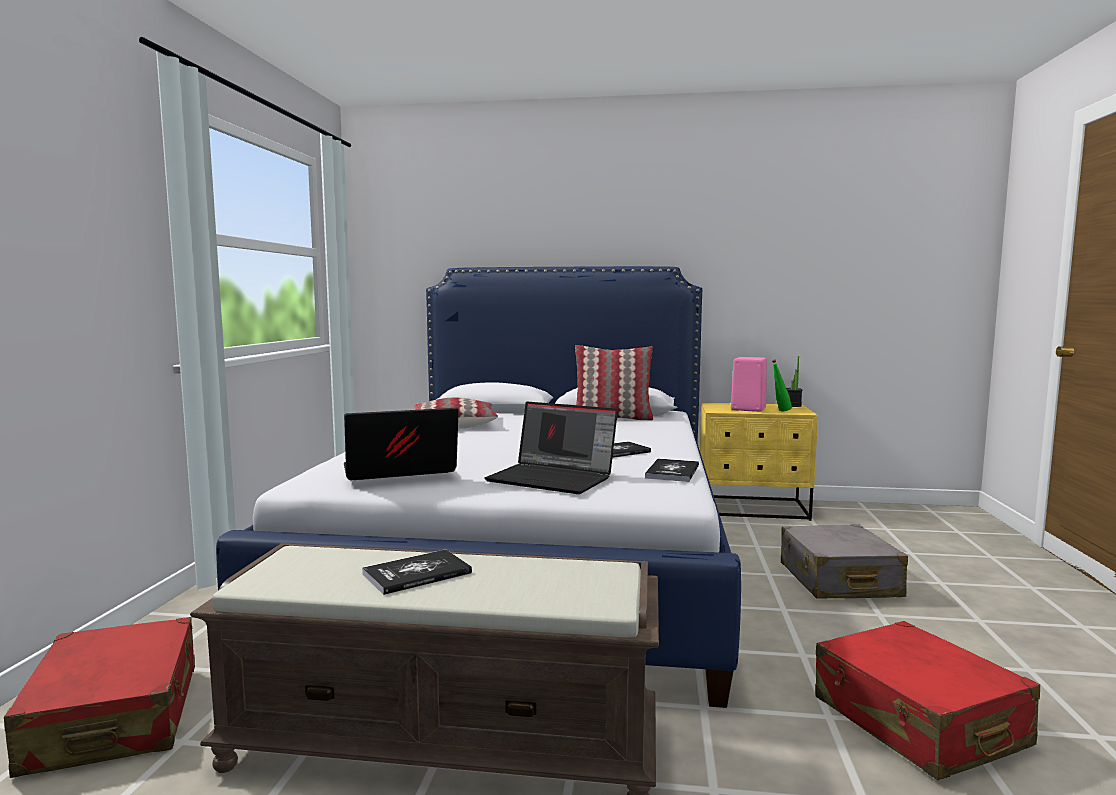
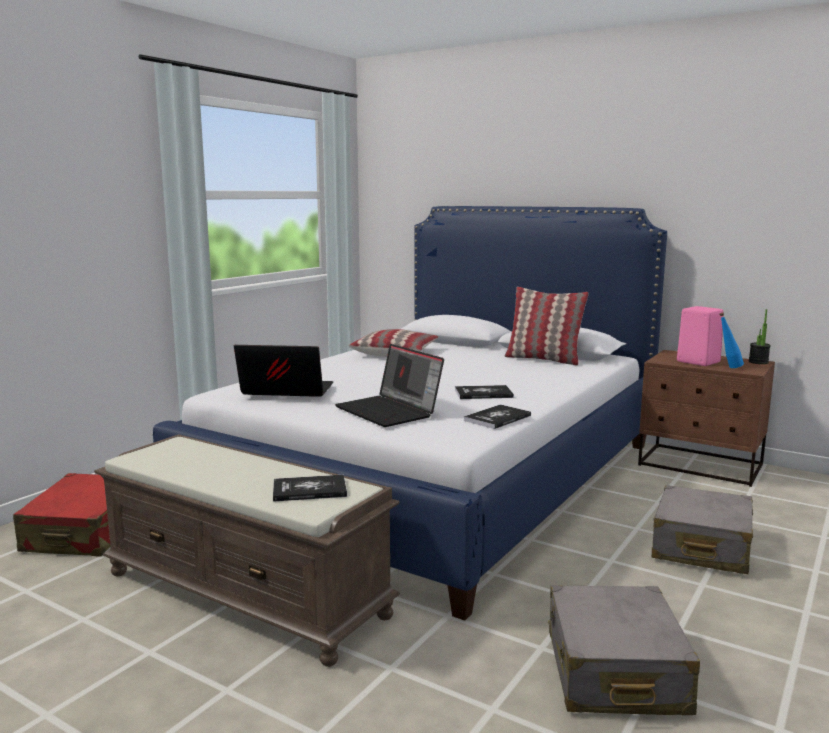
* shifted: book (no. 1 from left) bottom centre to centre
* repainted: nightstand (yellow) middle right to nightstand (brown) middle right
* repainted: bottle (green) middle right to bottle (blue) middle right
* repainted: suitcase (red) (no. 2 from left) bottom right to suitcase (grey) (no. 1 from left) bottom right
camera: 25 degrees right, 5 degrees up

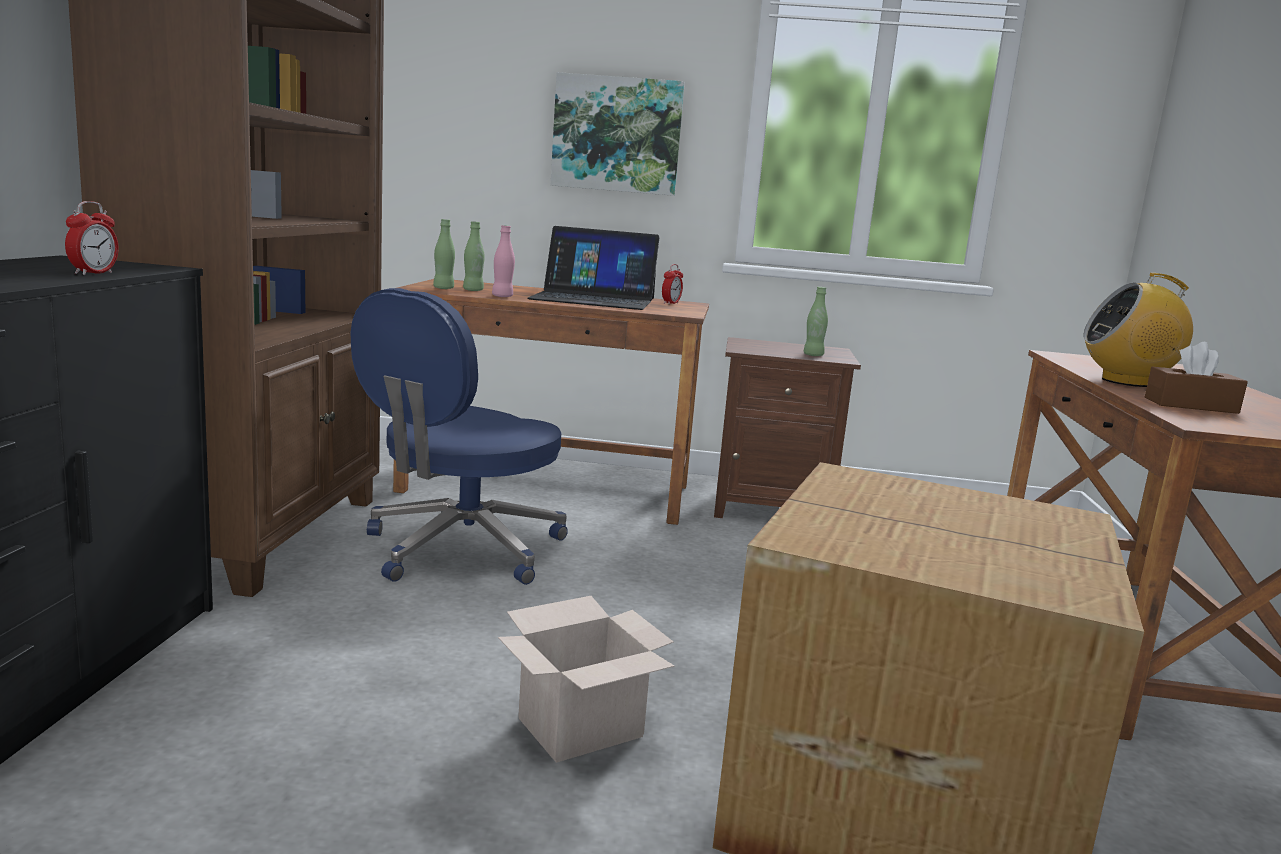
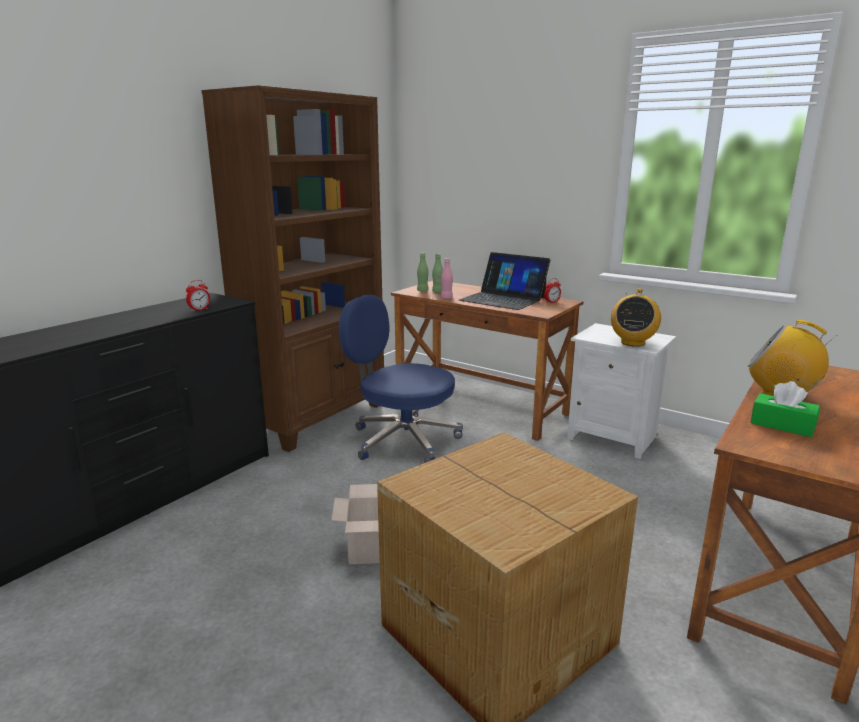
* rotated: office chair (blue) centre = centre 60 degrees clockwise
* gone: picture top centre
* repainted: nightstand (brown) centre to nightstand (white) middle right
* swapped: bottle (green) (no. 3 from left) centre to radio (no. 1 from left) middle right
* repainted: tissue box (brown) middle right to tissue box (green) middle right
camera: 30 degrees right, 5 degrees up

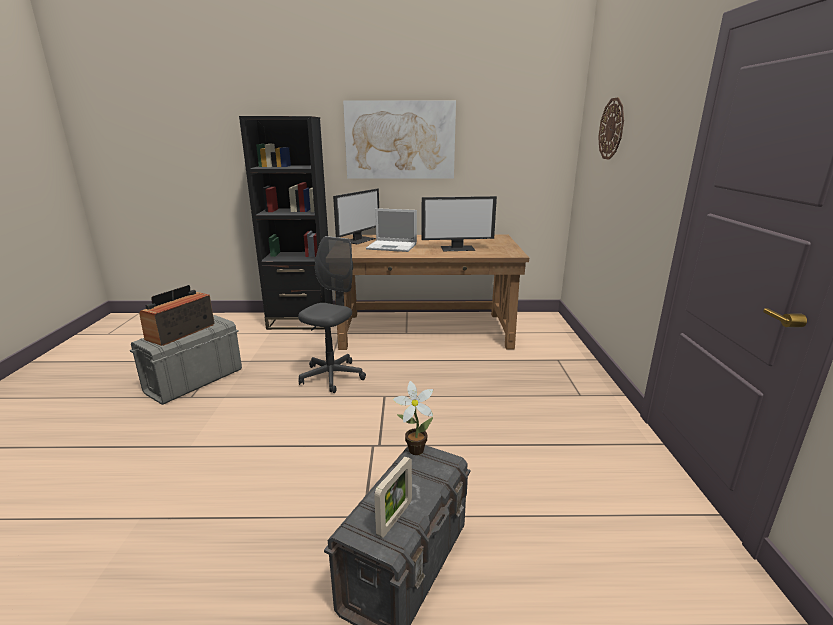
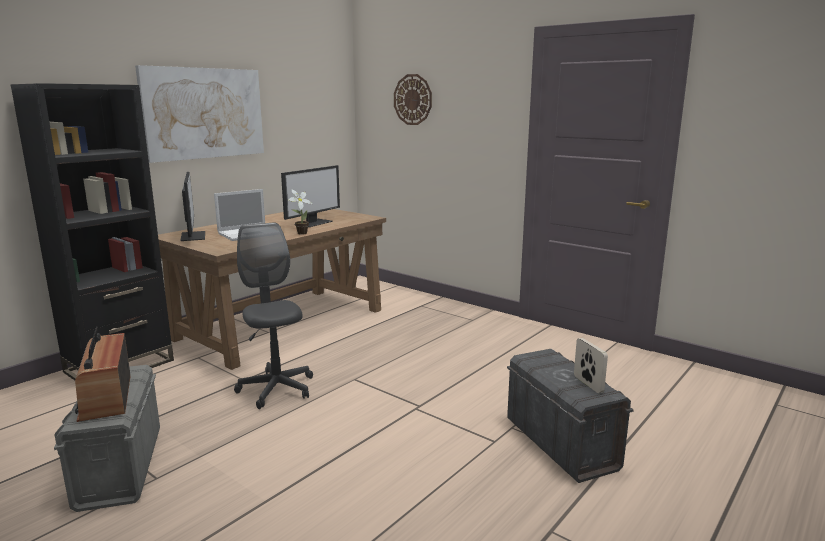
* shifted: potted plant bottom centre to centre
camera: 50 degrees left, 5 degrees down

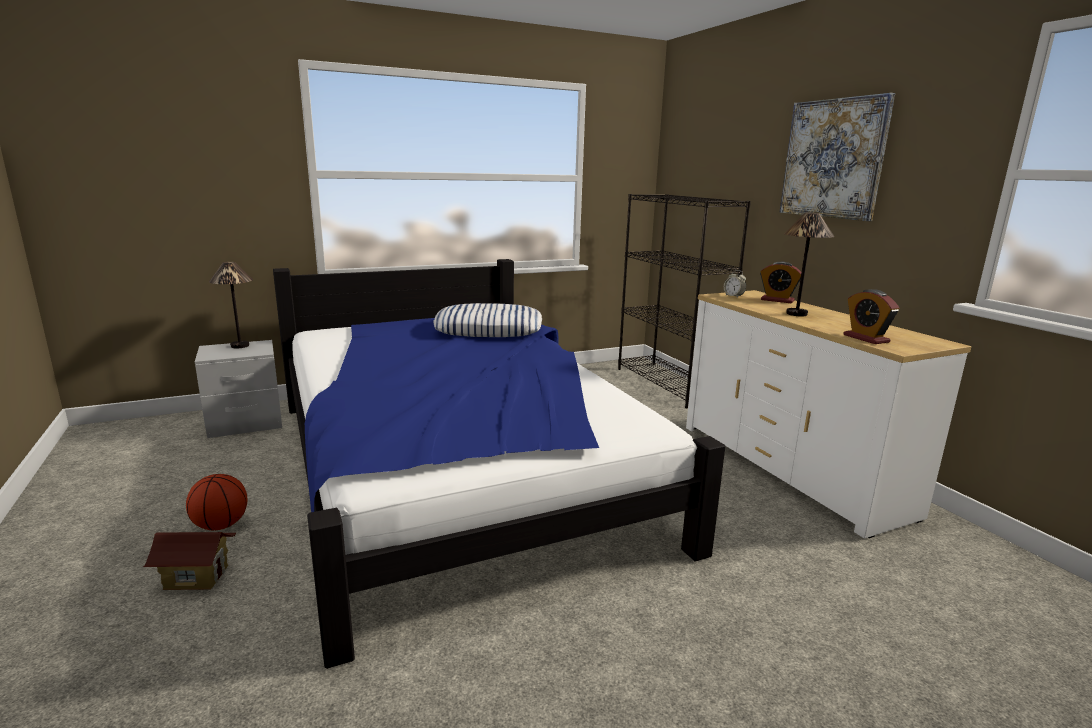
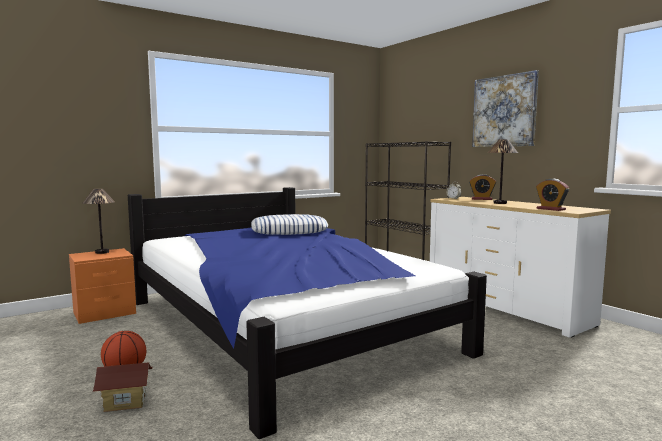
* repainted: nightstand (grey) middle left to nightstand (orange) middle left
camera: 10 degrees left, 10 degrees down

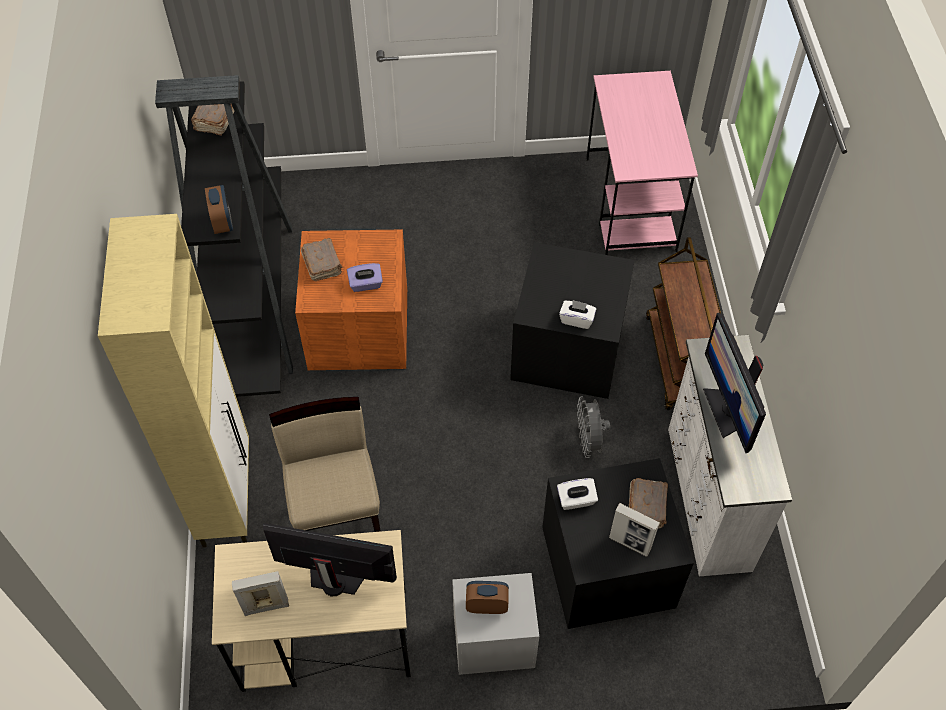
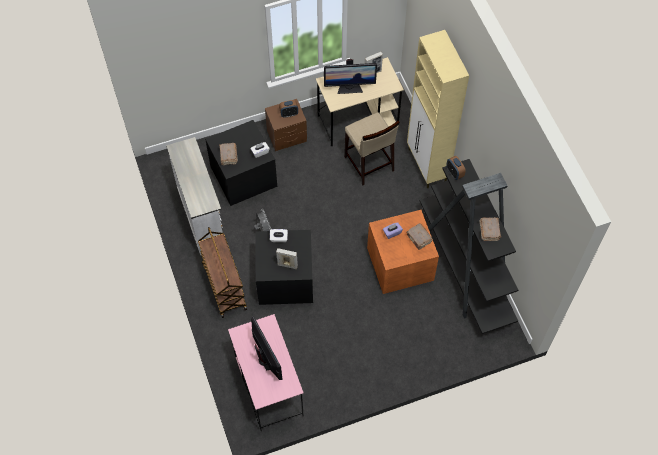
* repainted: nightstand (grey) bottom centre to nightstand (brown) top centre
* shifted: picture frame (no. 2 from left in the first image) bottom right to picture frame (no. 1 from left) centre
* shifted: monitor (no. 2 from left in the first image) middle right to monitor (no. 1 from left) bottom centre
camera: 165 degrees right, 5 degrees up

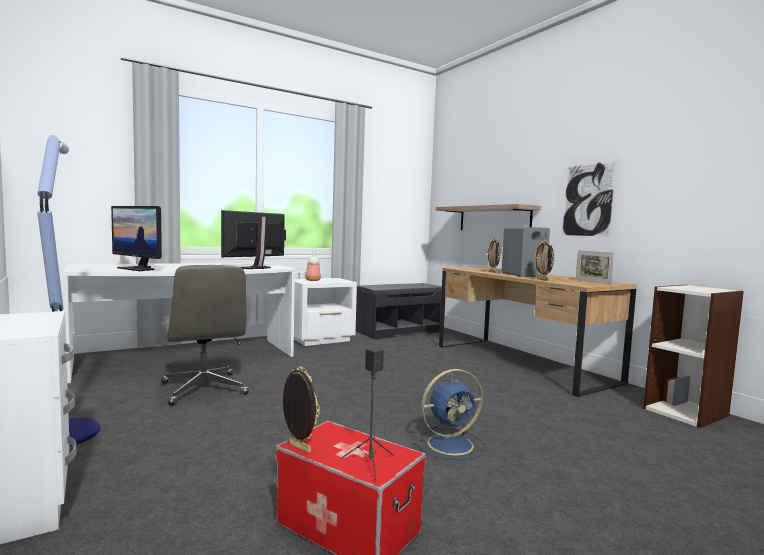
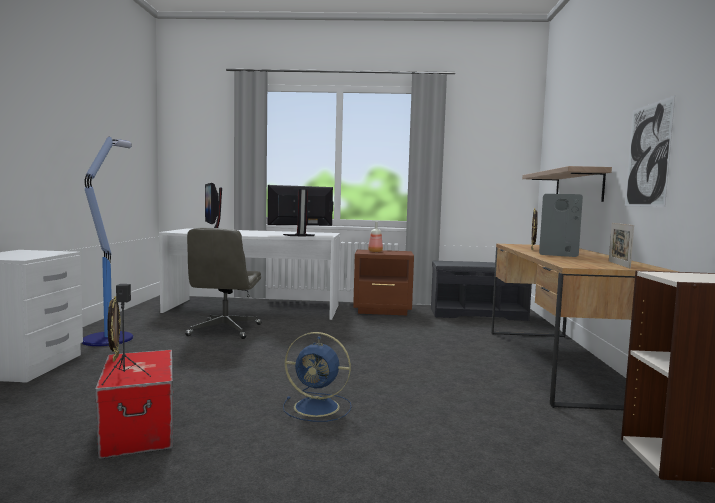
* repainted: nightstand (white) (no. 2 from left) centre to nightstand (brown) centre
* gone: picture frame (no. 3 from left) middle right
camera: 35 degrees right, 0 degrees up

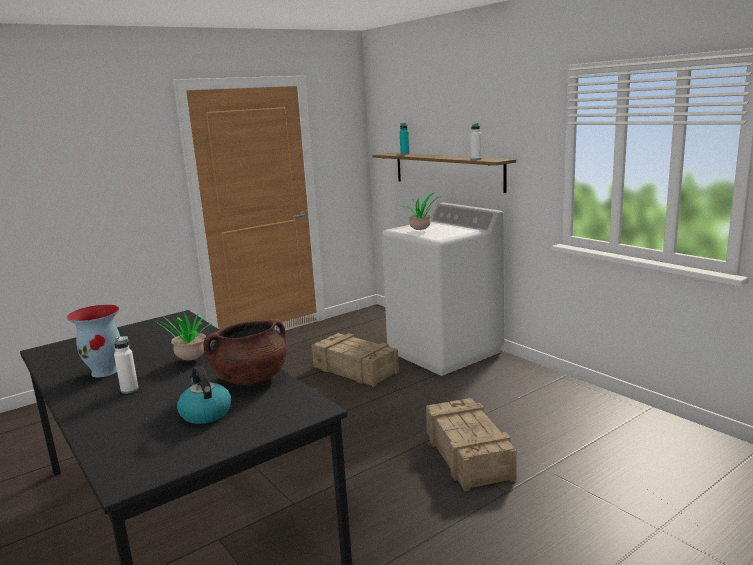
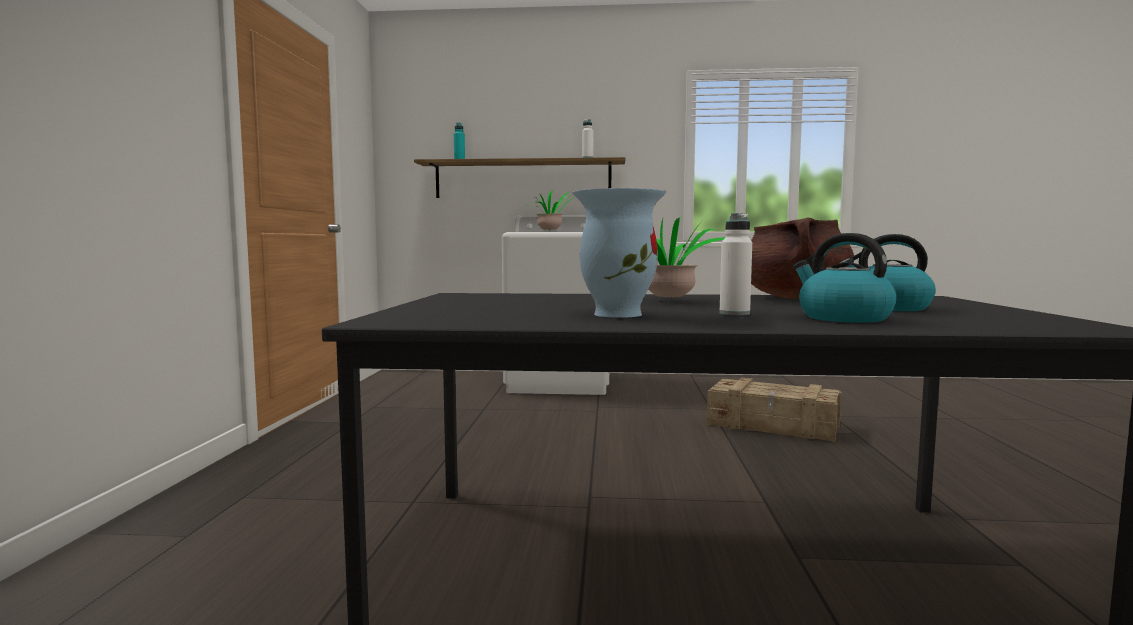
* gone: crate (no. 1 from left) centre
* new: kettle (no. 1 from left) middle right
camera: 50 degrees left, 10 degrees down

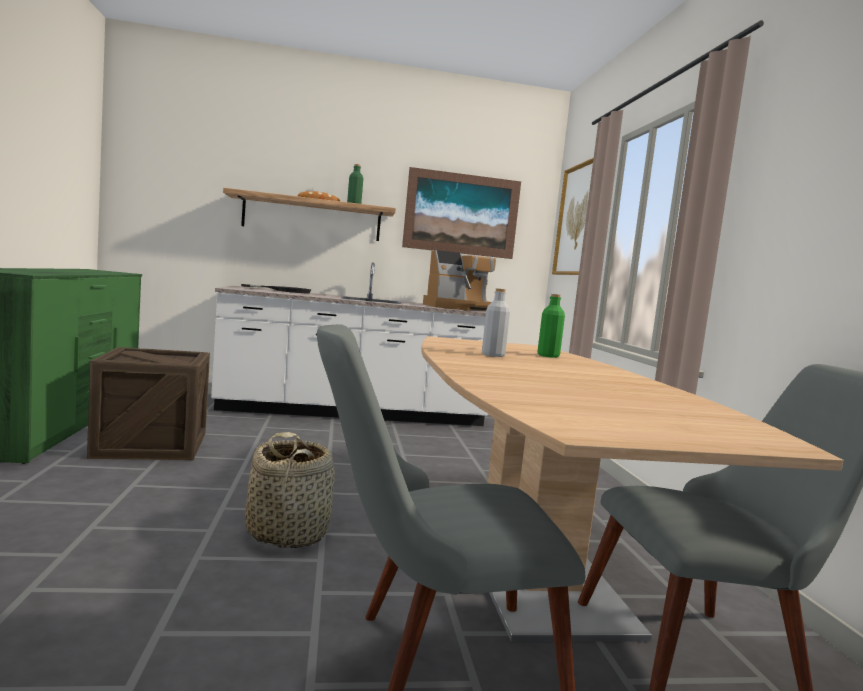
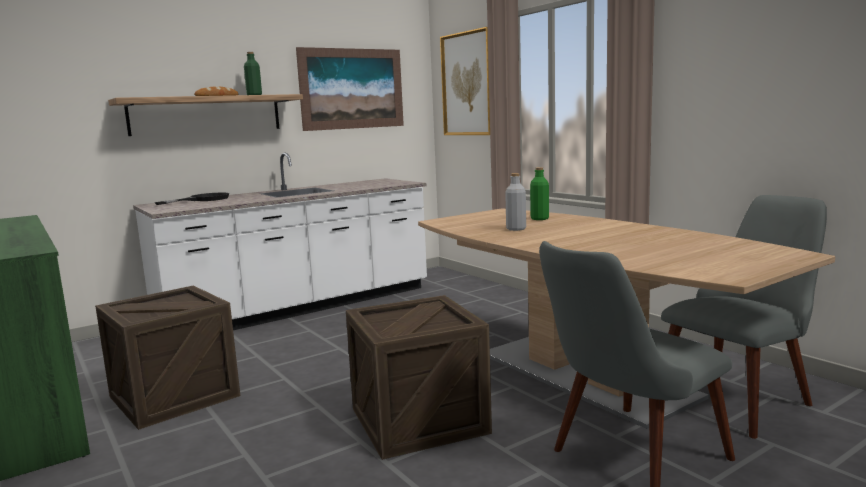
* swapped: basket bottom centre to crate (no. 2 from left) bottom centre
* gone: coffee machine centre
camera: 25 degrees left, 5 degrees up

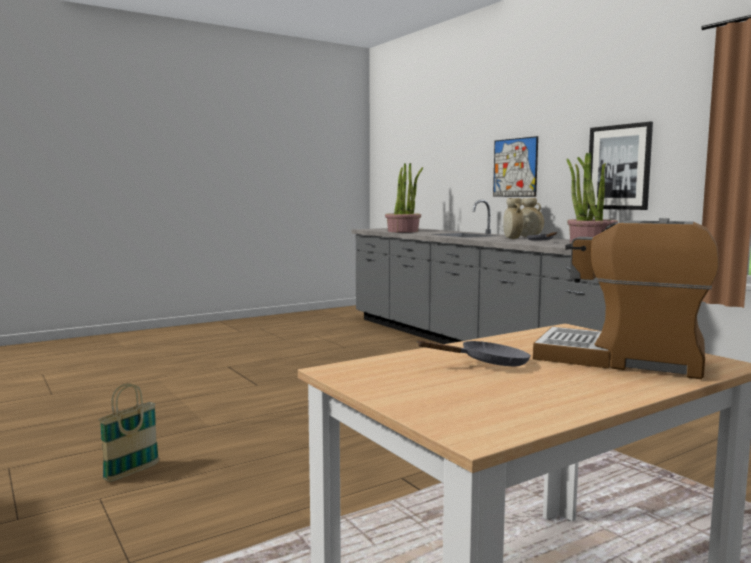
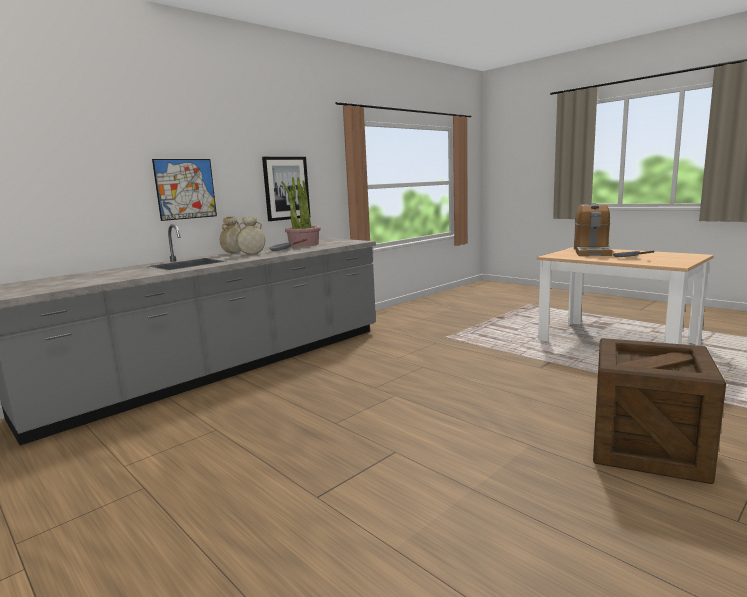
* swapped: basket bottom left to crate bottom right
* gone: potted plant (no. 1 from left) centre
camera: 100 degrees left, 5 degrees up

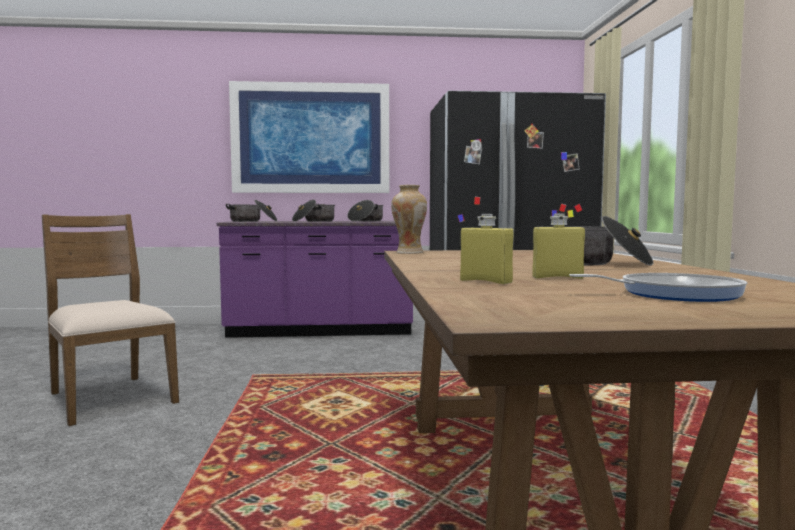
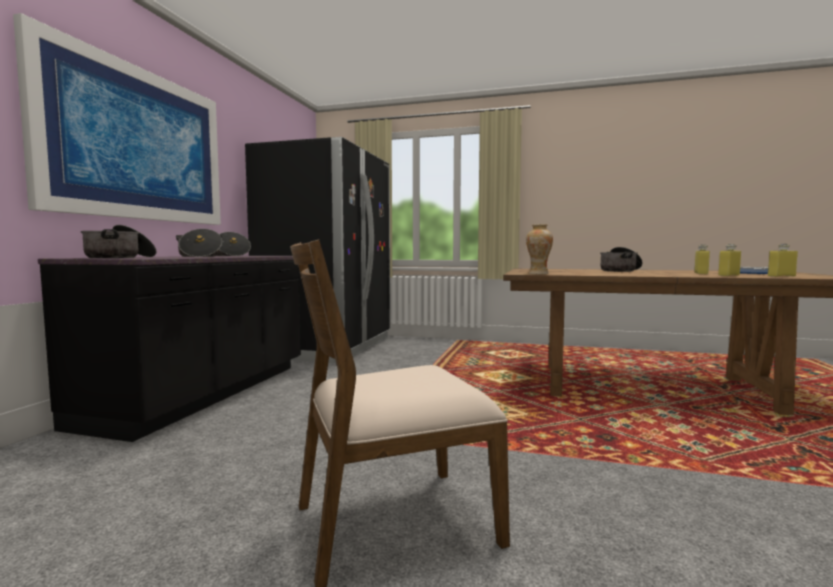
* repainted: counter (purple) centre to counter (black) middle left
* new: bottle (yellow) (no. 3 from left) middle right
camera: 70 degrees left, 0 degrees up

